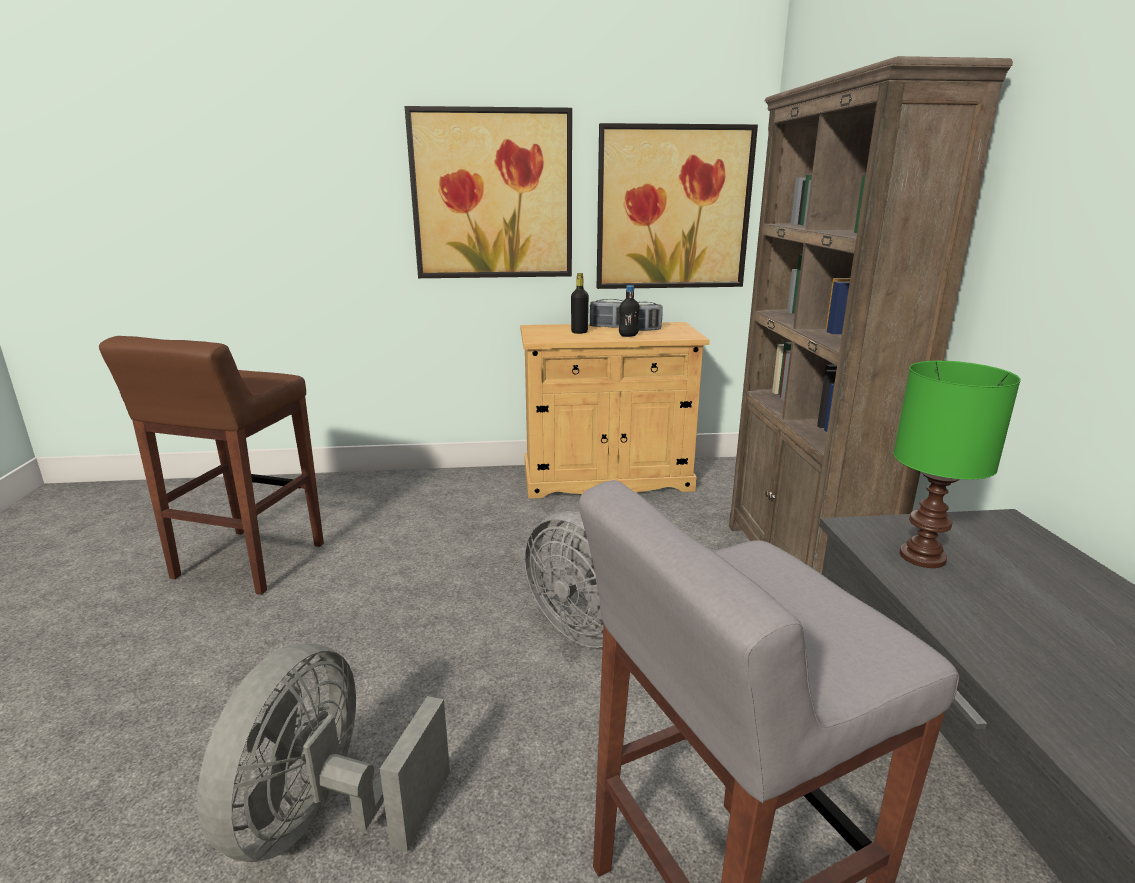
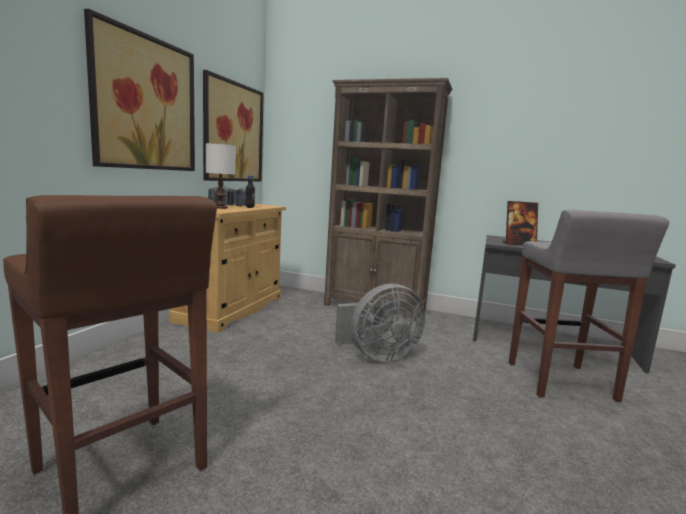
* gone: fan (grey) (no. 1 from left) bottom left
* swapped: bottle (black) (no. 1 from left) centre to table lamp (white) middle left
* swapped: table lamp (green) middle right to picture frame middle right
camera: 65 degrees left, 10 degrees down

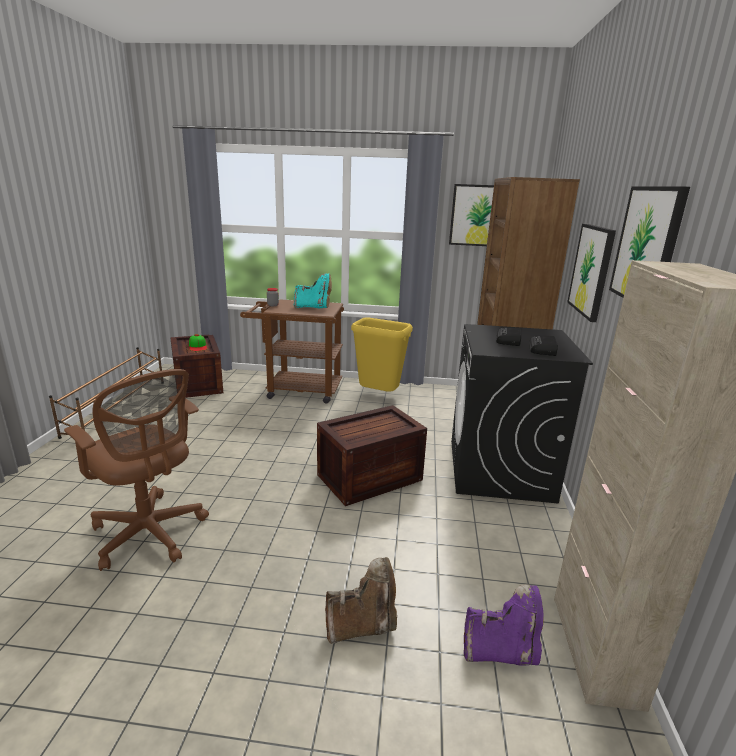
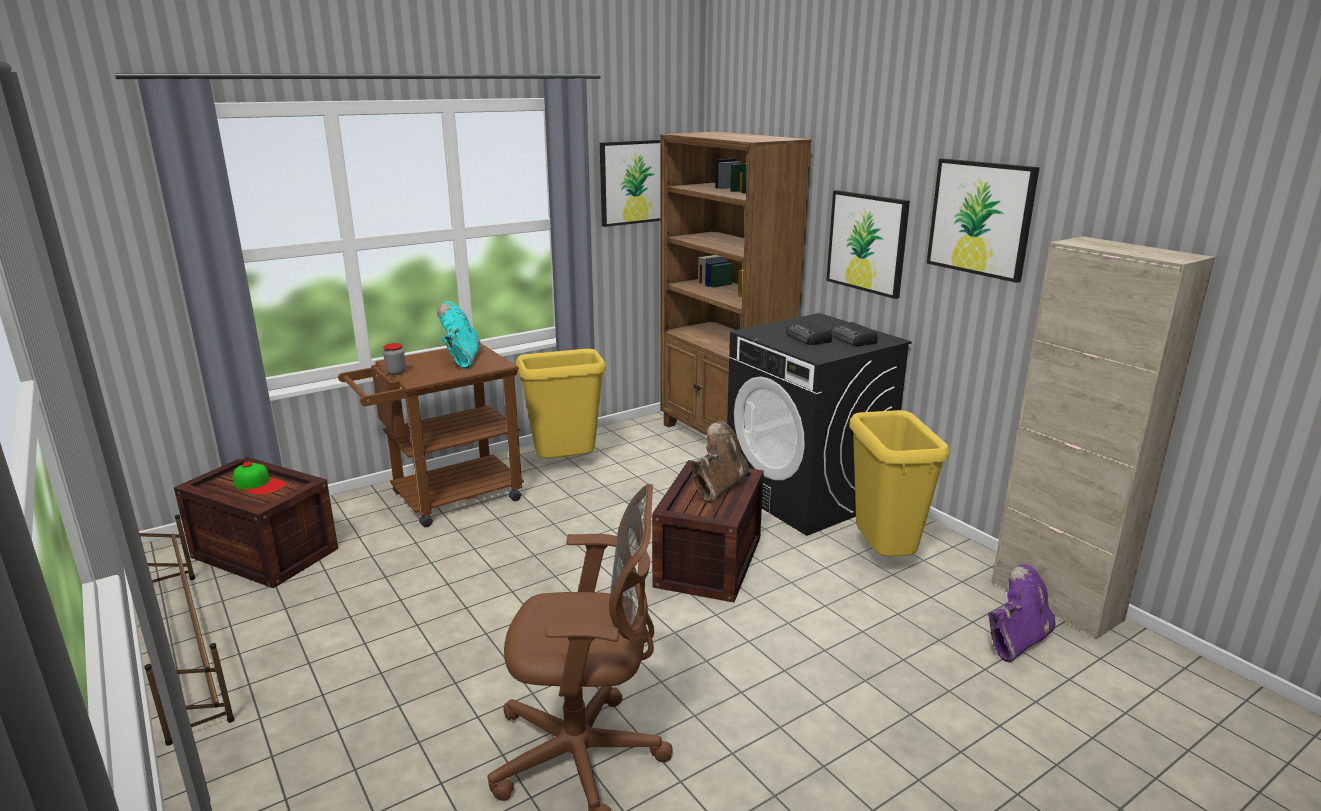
* rotated: boot (turquoise) centre = centre 60 degrees counterclockwise
* shifted: boot (brown) bottom centre to centre
* new: trash can (yellow) (no. 2 from left) middle right
camera: 40 degrees left, 0 degrees up

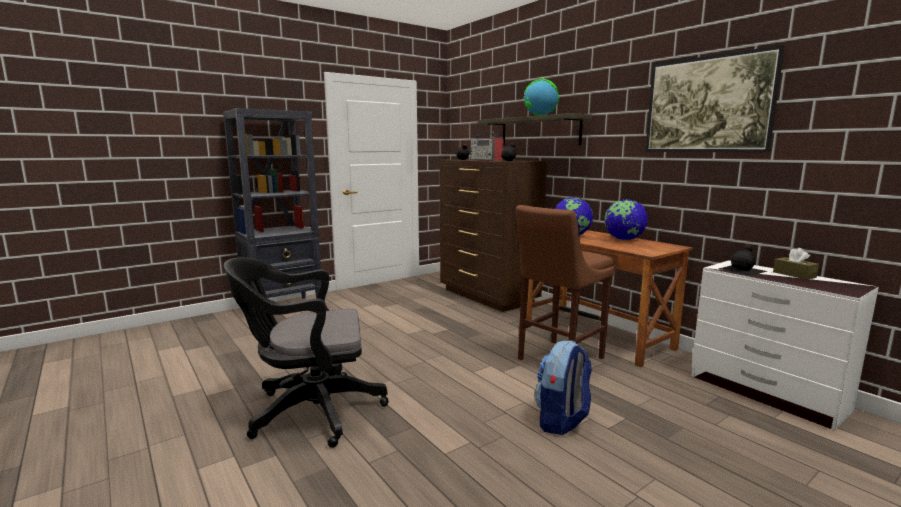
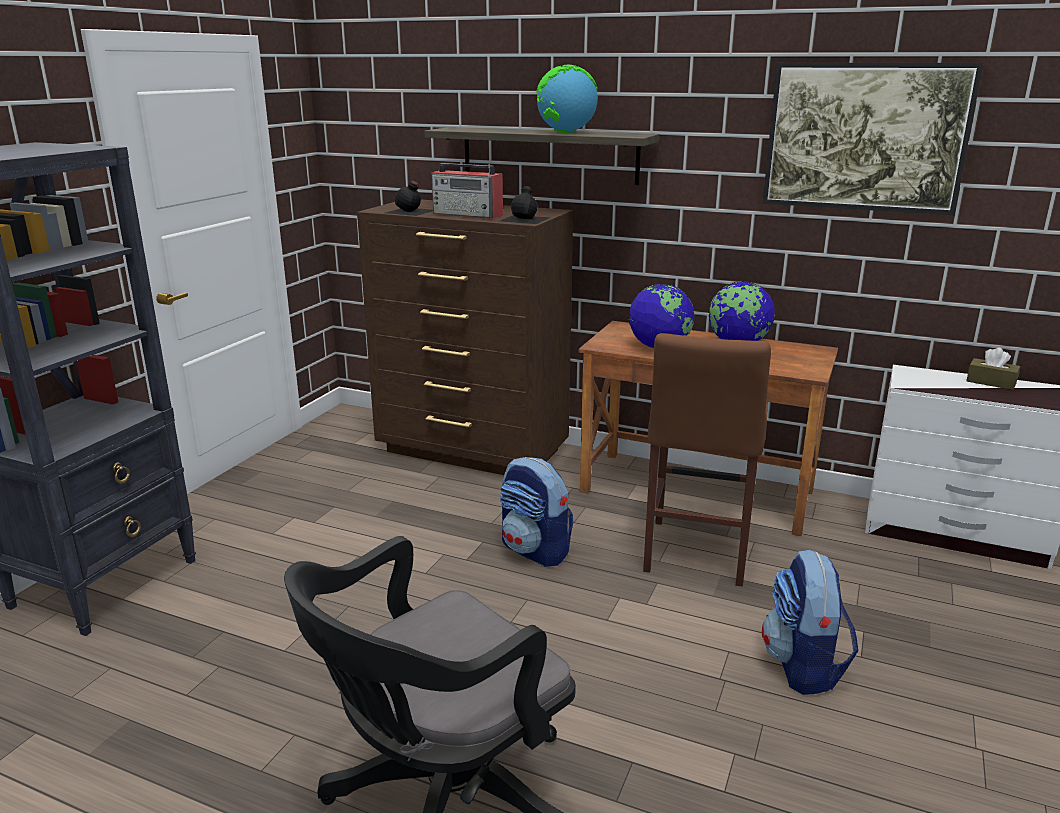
* gone: bottle (black) (no. 3 from left) middle right
* new: backpack (no. 1 from left) centre
camera: 30 degrees left, 10 degrees up

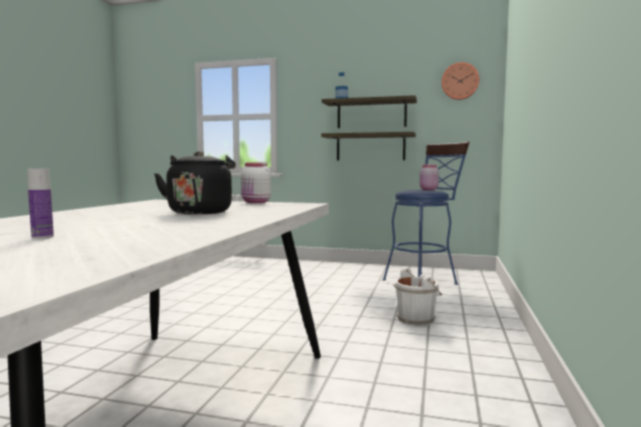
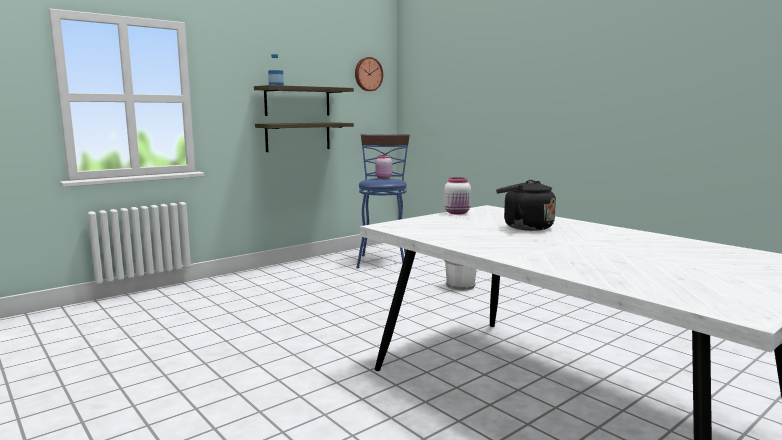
* gone: bottle (no. 1 from left) middle left
camera: 55 degrees left, 5 degrees up

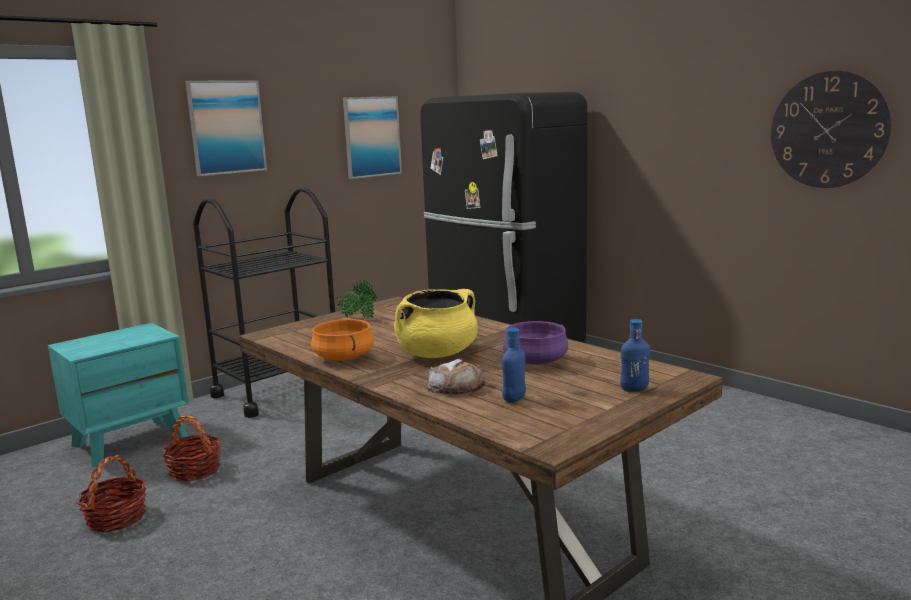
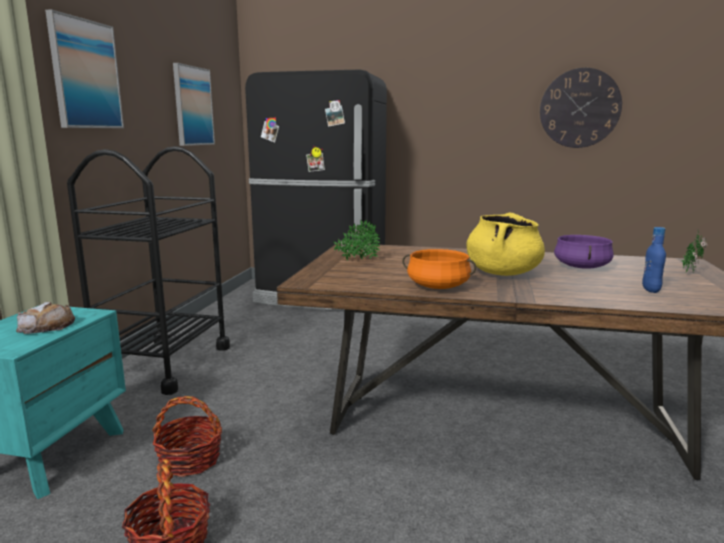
* shifted: bread centre to middle left
* swapped: bottle (blue) (no. 2 from left) middle right to potted plant (no. 2 from left) middle right
camera: 35 degrees left, 0 degrees up

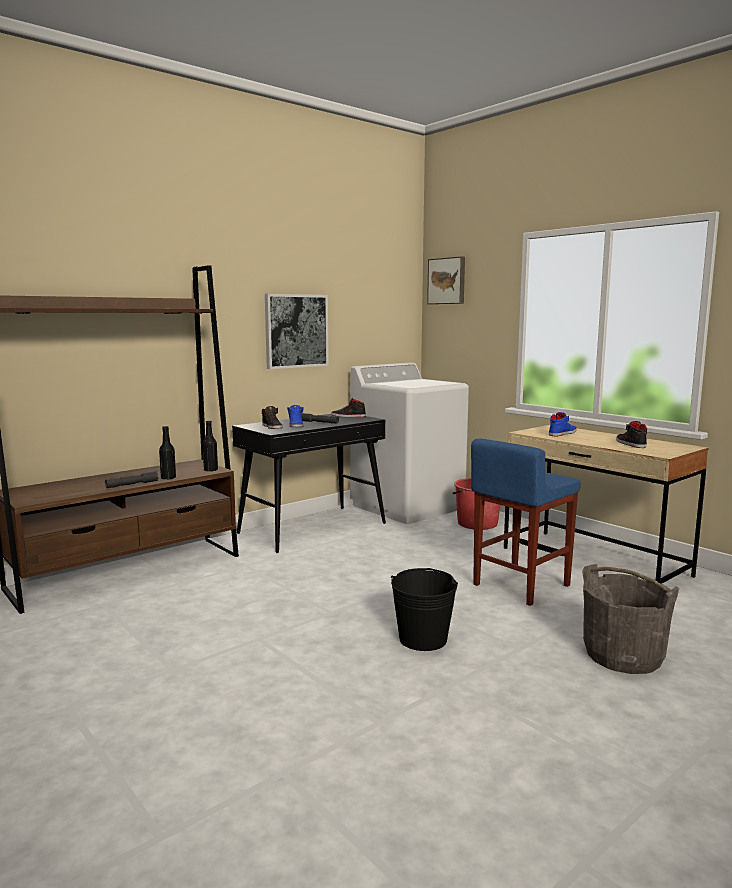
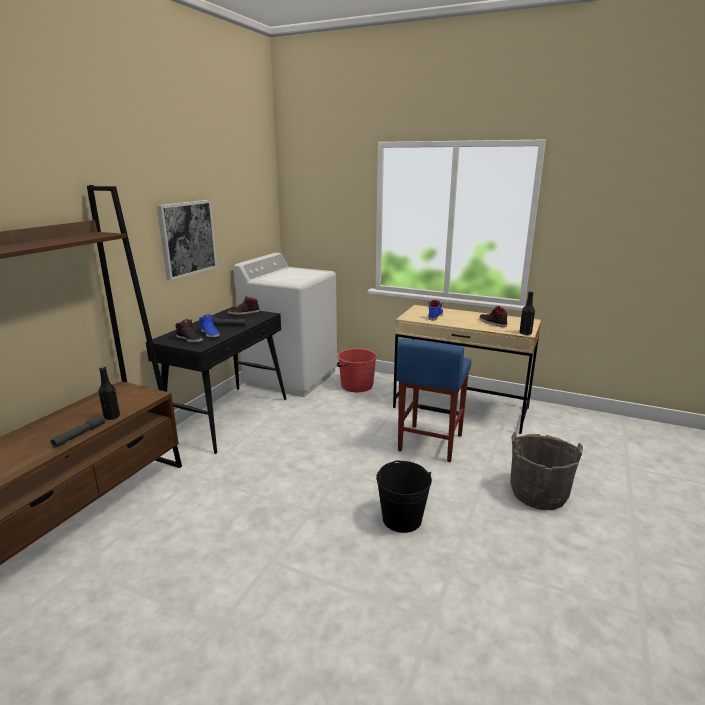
* shifted: bottle (black) (no. 2 from left) middle left to middle right
* gone: picture (no. 2 from left) top centre
camera: 25 degrees left, 10 degrees up

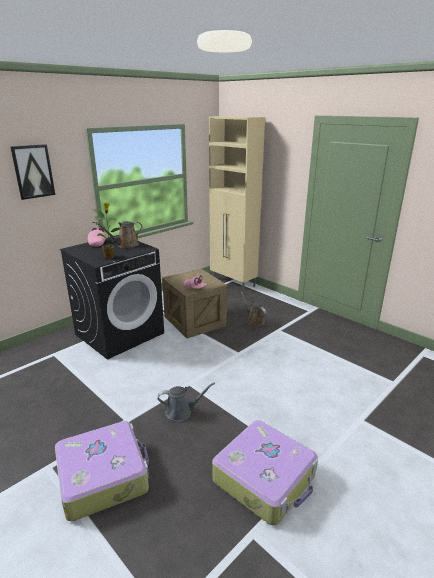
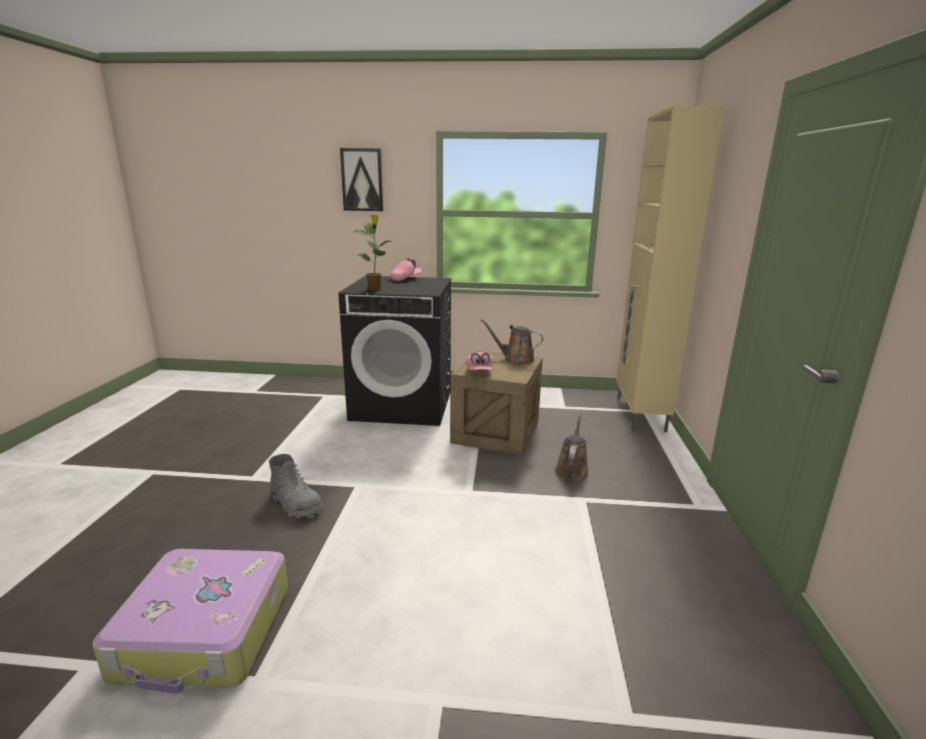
* gone: suitcase (no. 1 from left) bottom left
* shifted: watering can (brown) (no. 1 from left) middle left to centre
* swapped: watering can (grey) bottom centre to boot (grey) middle left
camera: 50 degrees right, 5 degrees down

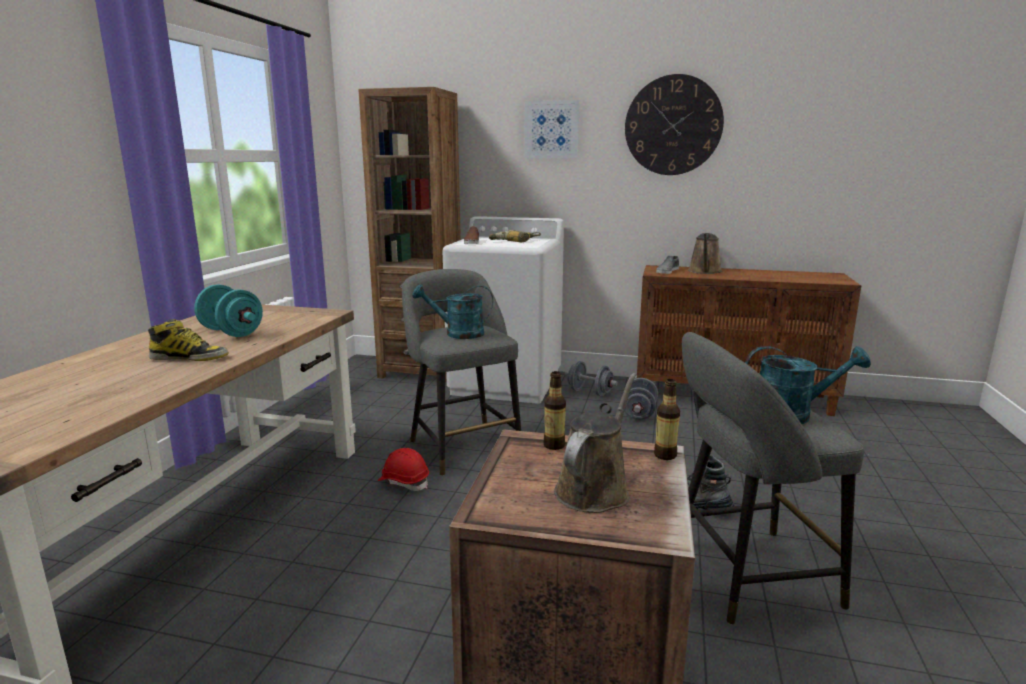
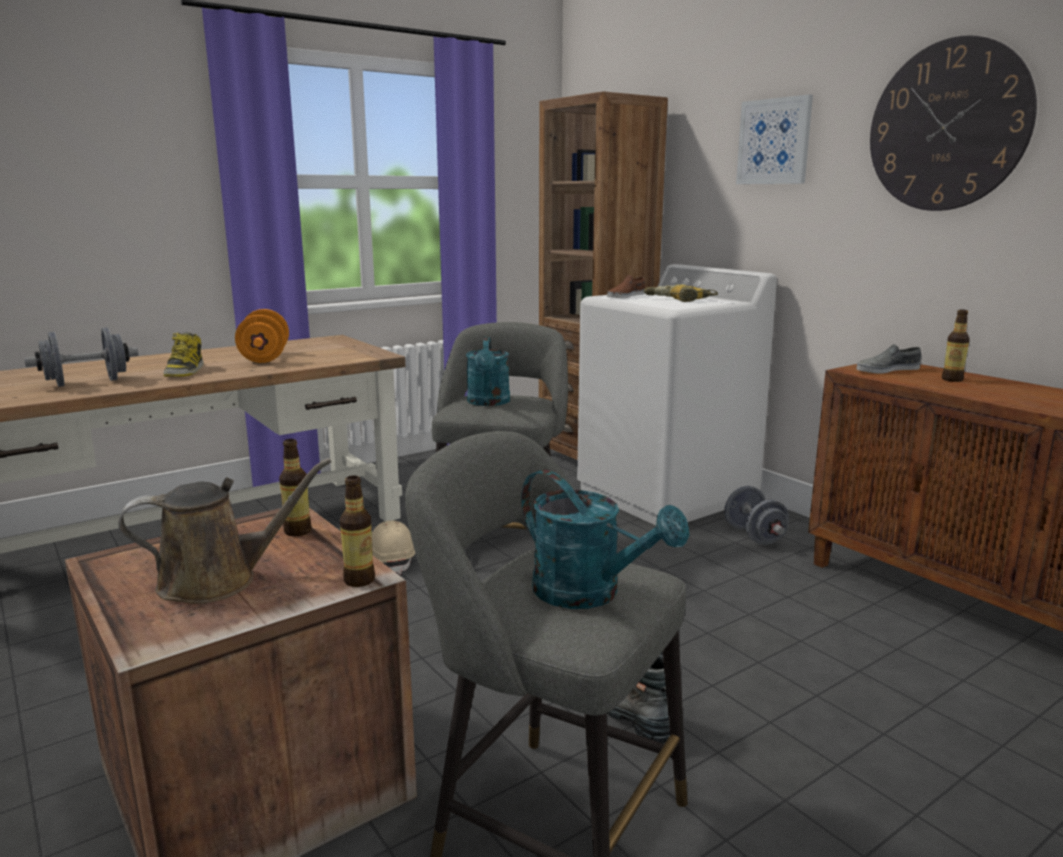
* rotated: boot (no. 1 from left) middle left = middle left 45 degrees clockwise
* repainted: dumbbell (turquoise) middle left to dumbbell (orange) middle left
* repainted: hard hat (red) bottom centre to hard hat (beige) centre
* rotated: watering can (turquoise) (no. 1 from left) centre = centre 135 degrees counterclockwise
* shifted: dumbbell (grey) (no. 2 from left in the first image) centre to dumbbell (grey) (no. 1 from left) middle left
* swapped: watering can (brown) (no. 2 from left) middle right to bottle (no. 3 from left) middle right
camera: 40 degrees right, 0 degrees up

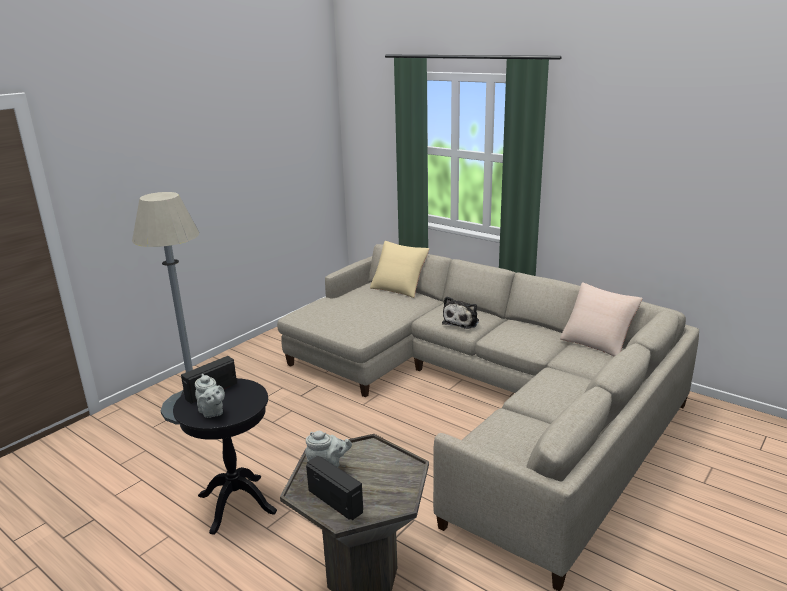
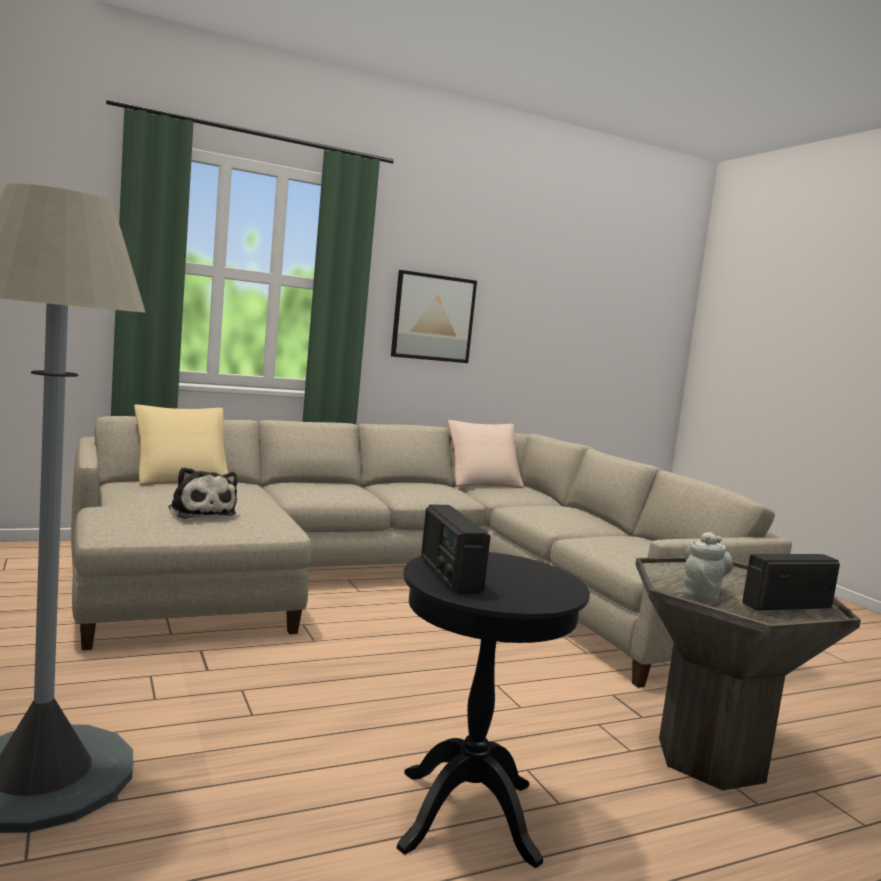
* gone: teapot (grey) (no. 1 from left) bottom left
* shifted: plush toy centre to middle left
* new: picture centre
camera: 65 degrees left, 15 degrees down

